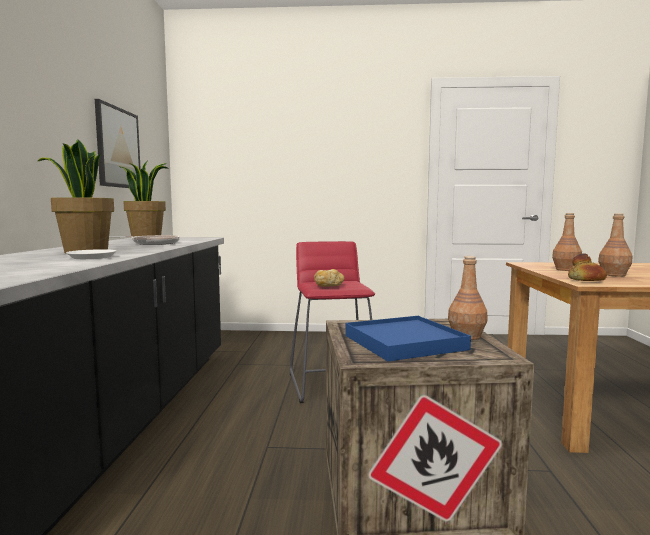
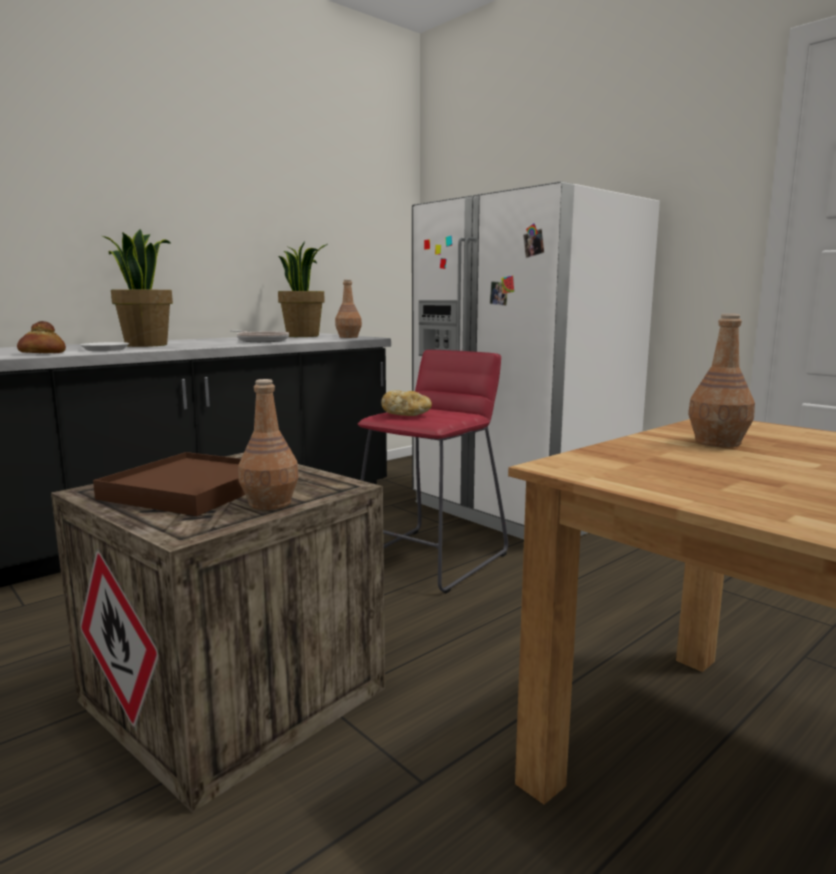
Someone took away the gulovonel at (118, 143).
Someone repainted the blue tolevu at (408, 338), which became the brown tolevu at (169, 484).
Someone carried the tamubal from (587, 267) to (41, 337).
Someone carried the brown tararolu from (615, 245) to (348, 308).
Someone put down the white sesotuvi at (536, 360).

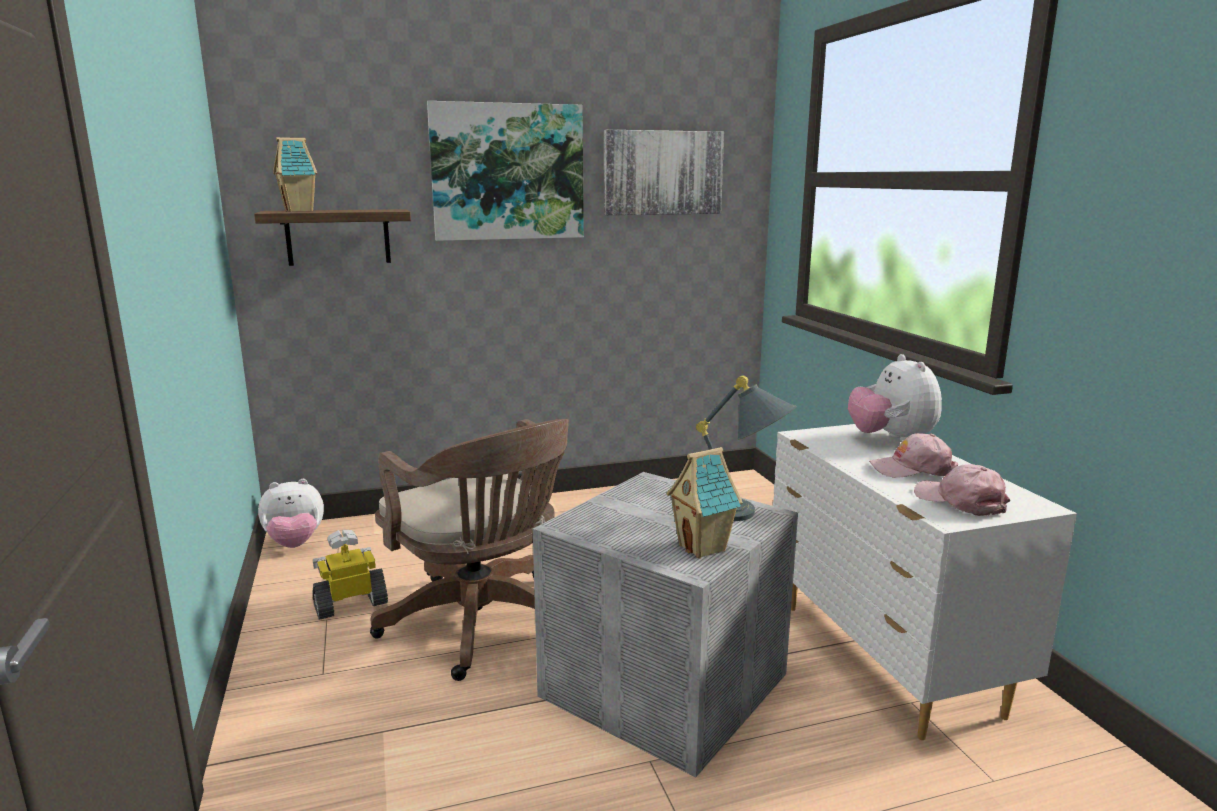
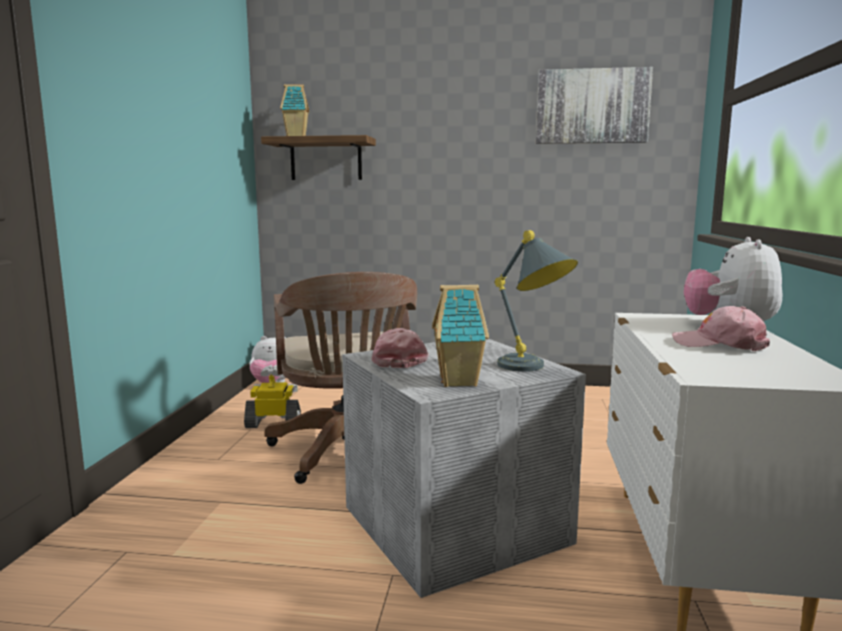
Someone took away the gulovonel at (505, 171).
Someone carried the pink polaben from (962, 490) to (400, 348).

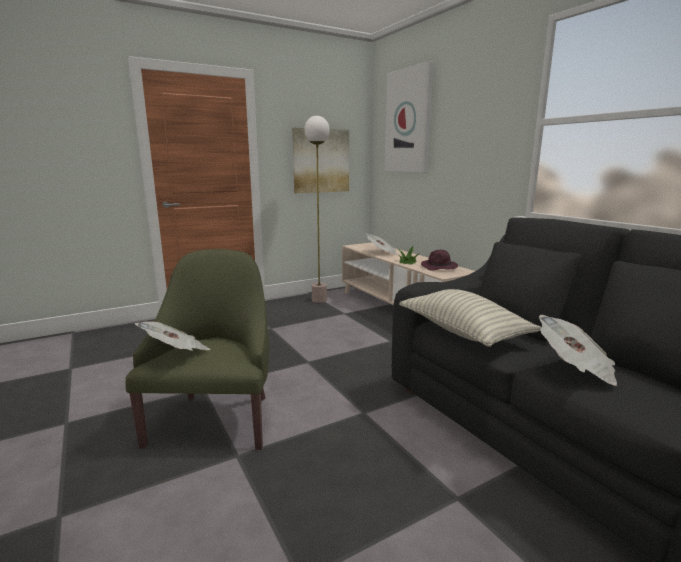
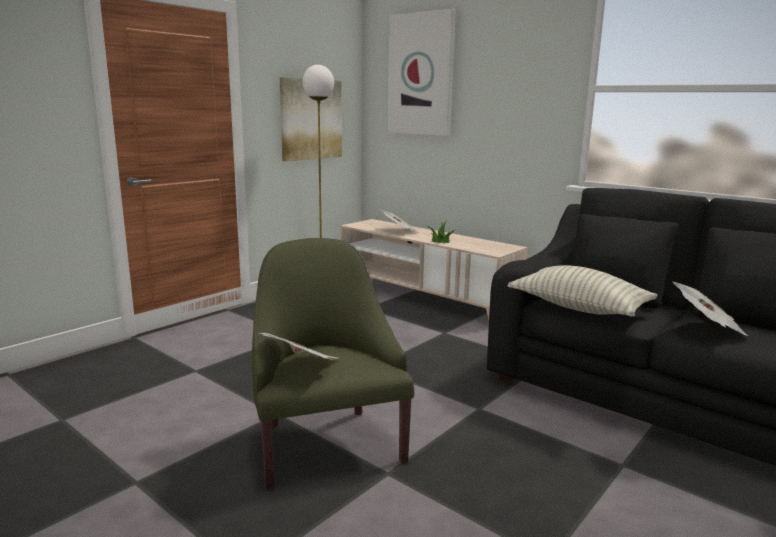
Someone took away the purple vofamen at (439, 260).

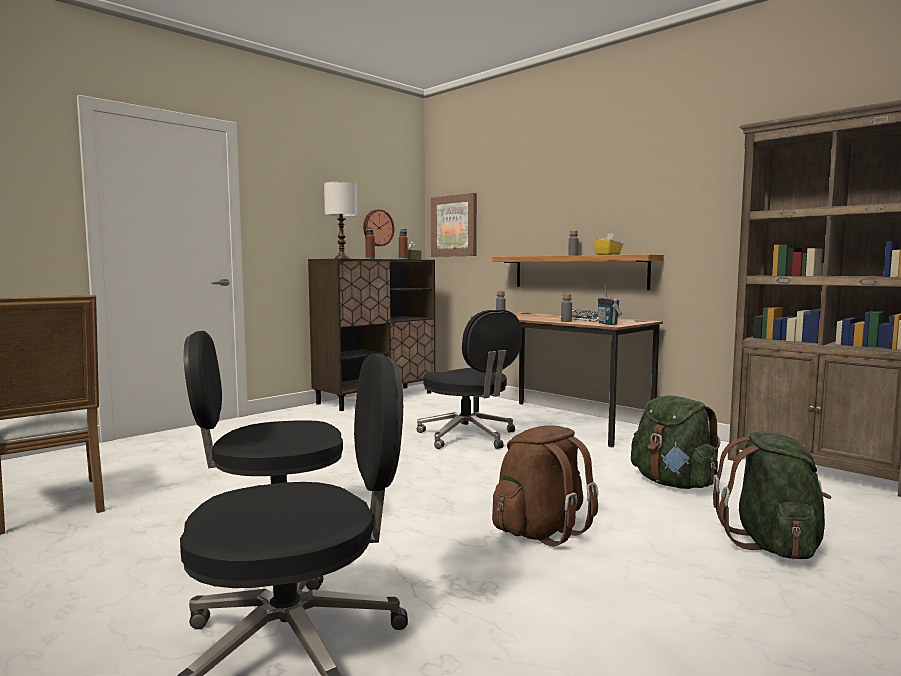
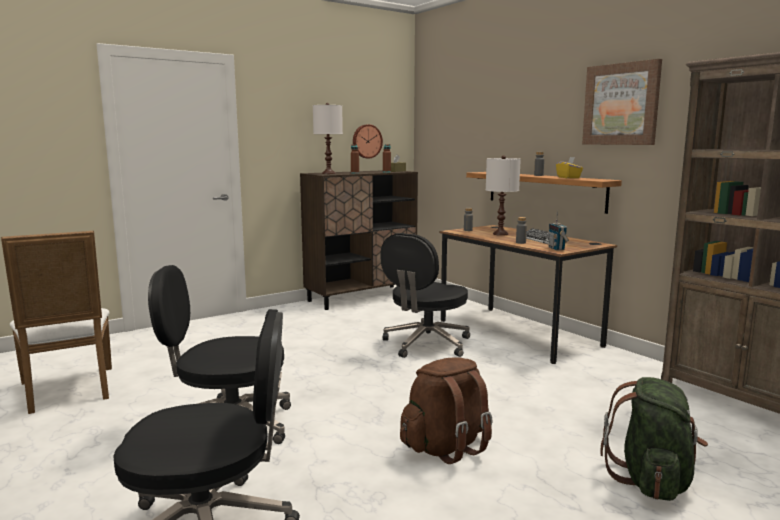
Someone rotated the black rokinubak at (469, 379) by 60 degrees clockwise.
Someone carried the gulovonel from (454, 225) to (622, 102).
Someone took away the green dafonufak at (675, 442).
Someone put down the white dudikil at (503, 196).

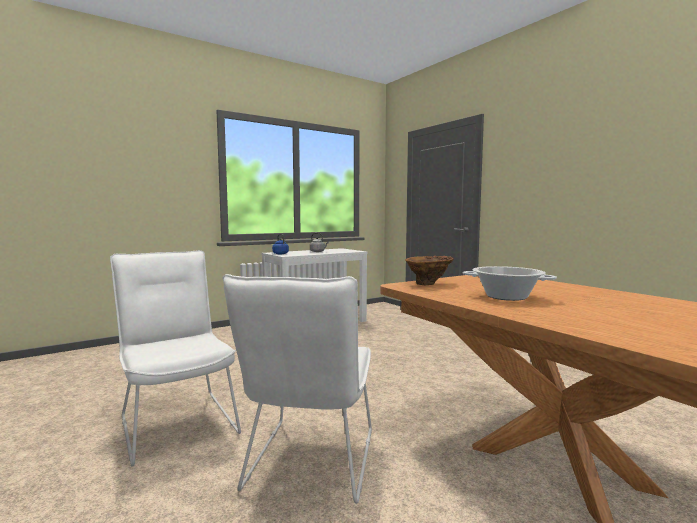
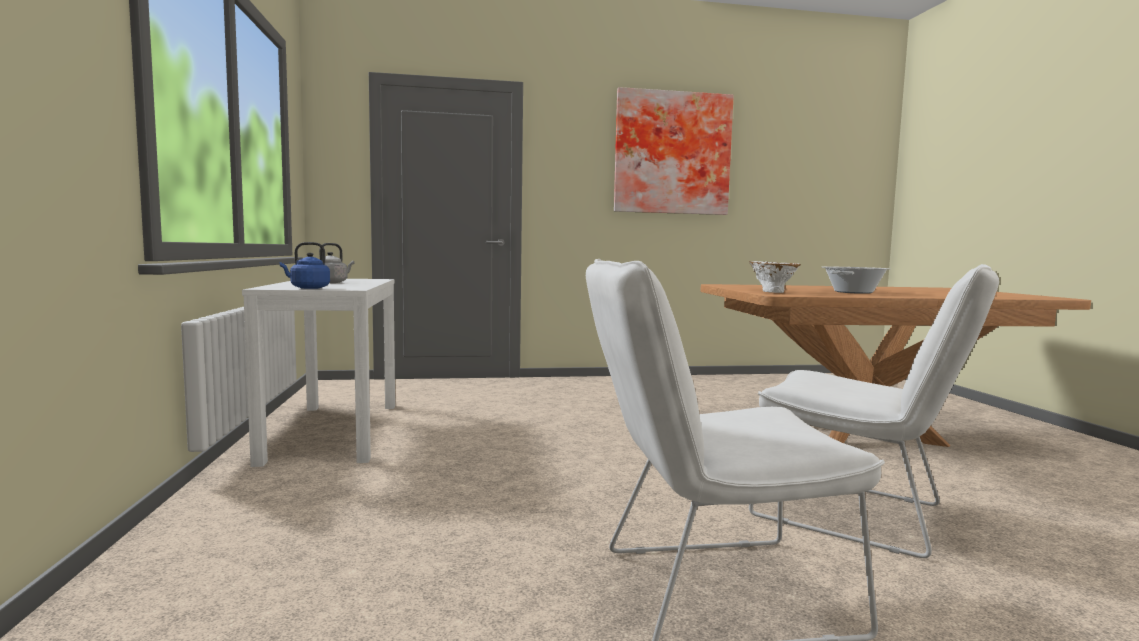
Someone repainted the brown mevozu at (429, 270), which became the white mevozu at (775, 277).
Someone put up the gulovonel at (674, 151).

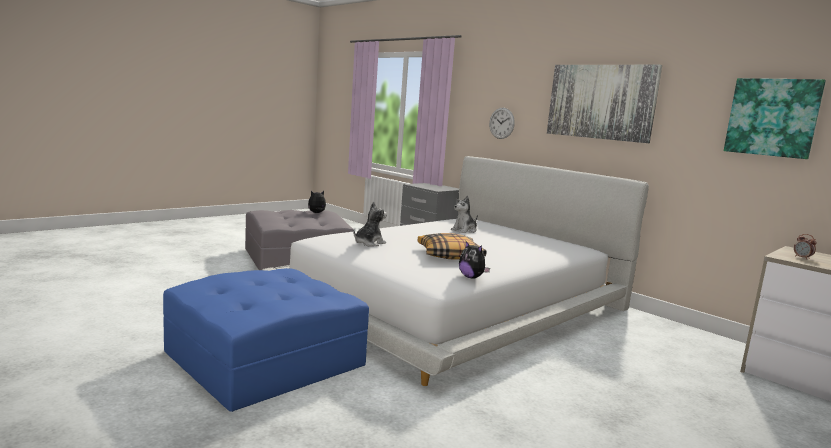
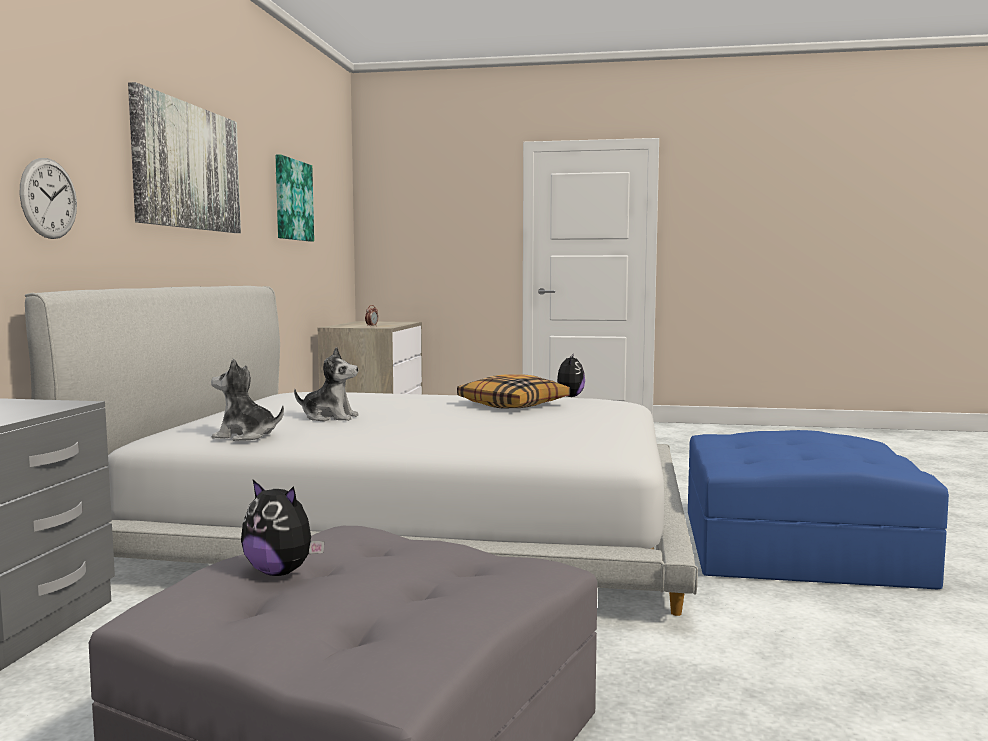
Someone carried the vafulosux from (370, 224) to (247, 399).

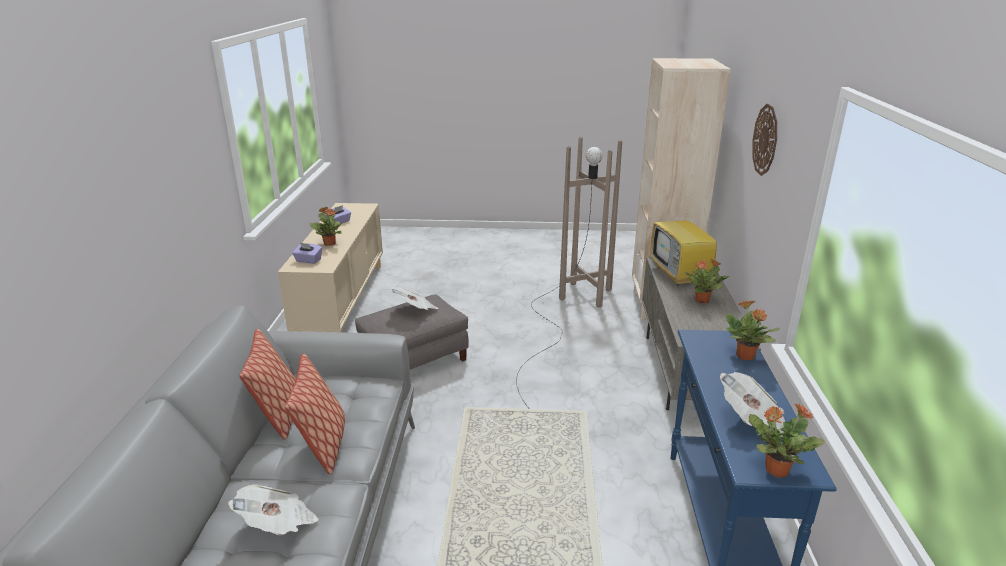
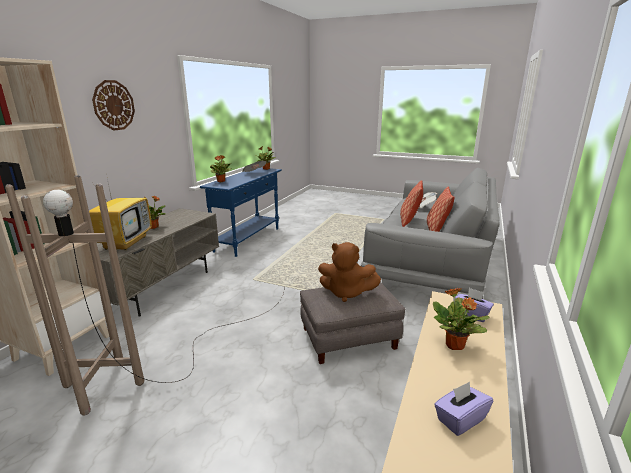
Someone swapped the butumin at (414, 298) for the brown vafulosux at (349, 272).

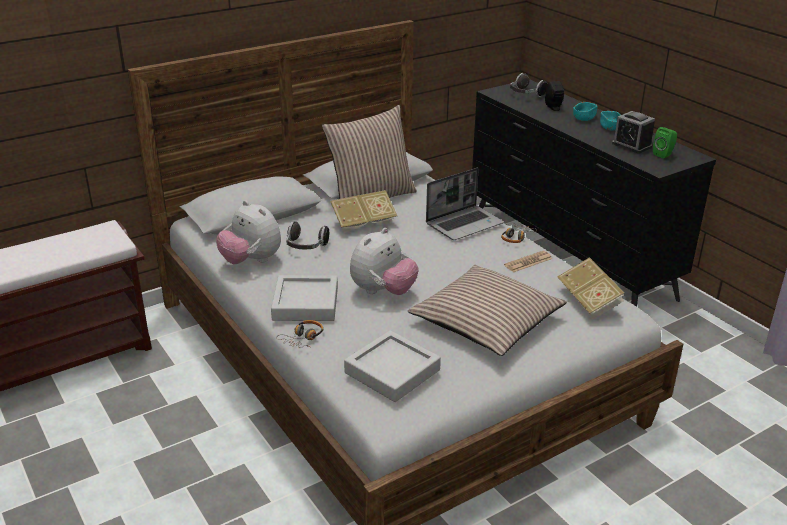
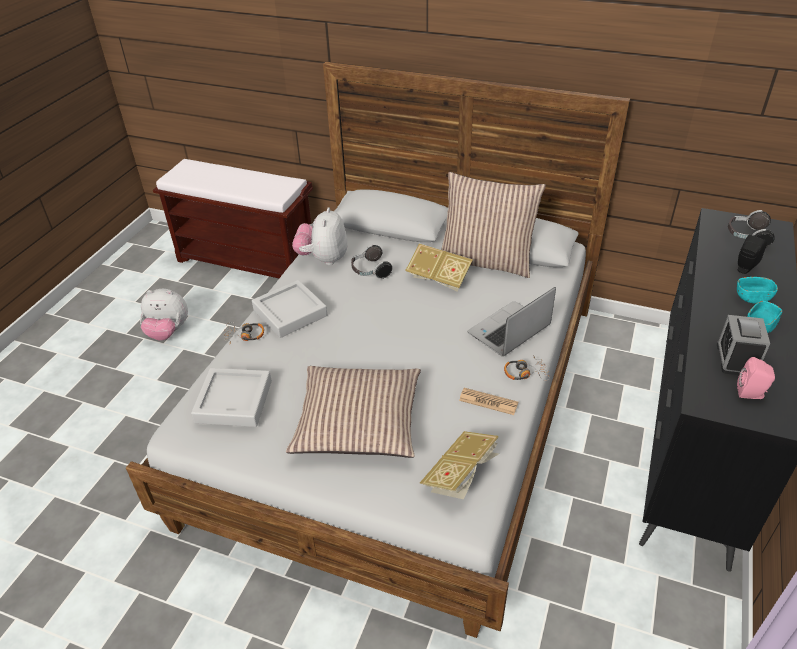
Someone carried the vafulosux from (384, 261) to (164, 315).
Someone rotated the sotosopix at (465, 204) by 120 degrees clockwise.
Someone repainted the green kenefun at (665, 143), which became the pink kenefun at (756, 378).

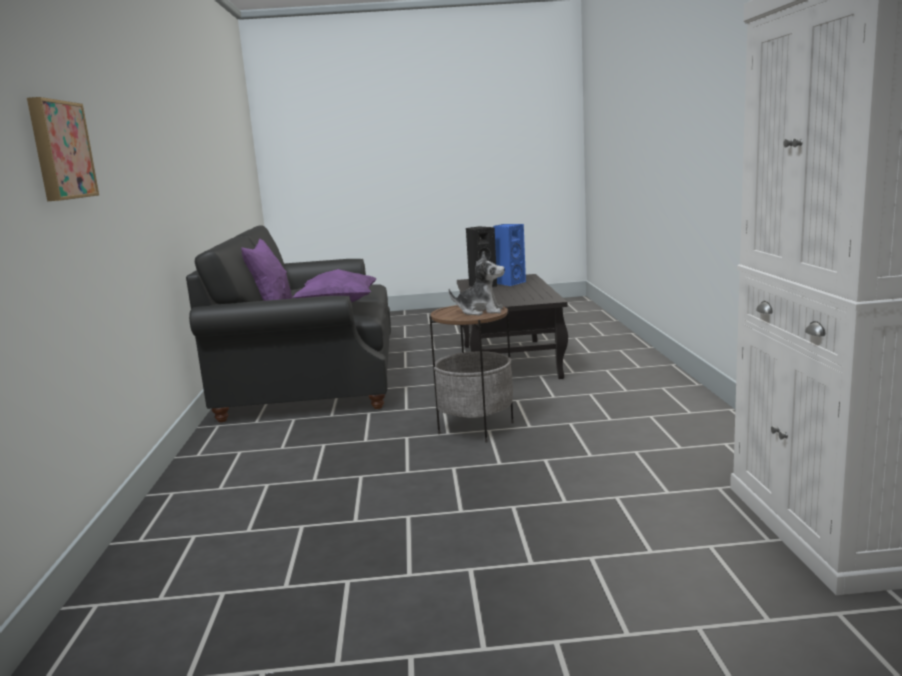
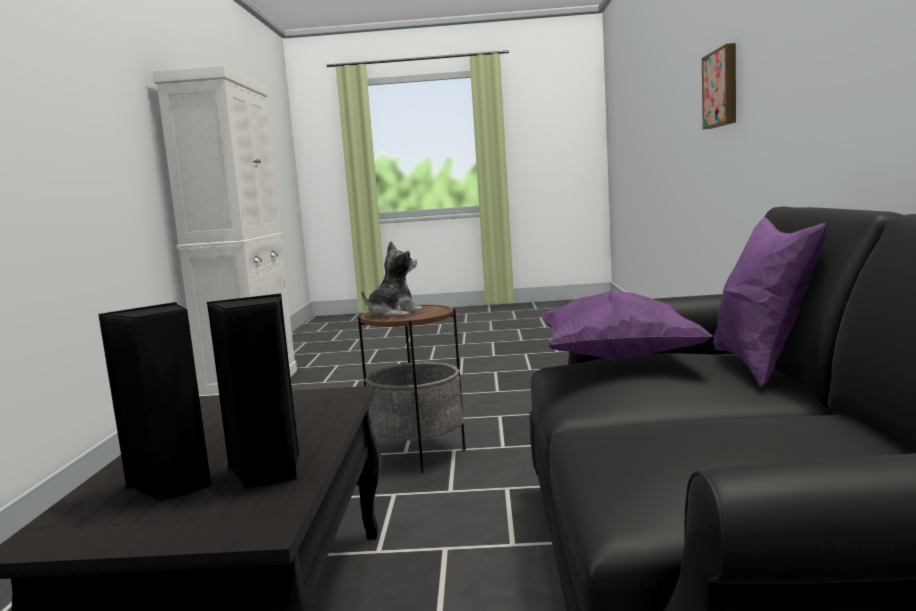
Someone rotated the vafulosux at (477, 283) by 120 degrees clockwise.
Someone repainted the blue kenefun at (509, 255), which became the black kenefun at (154, 402).

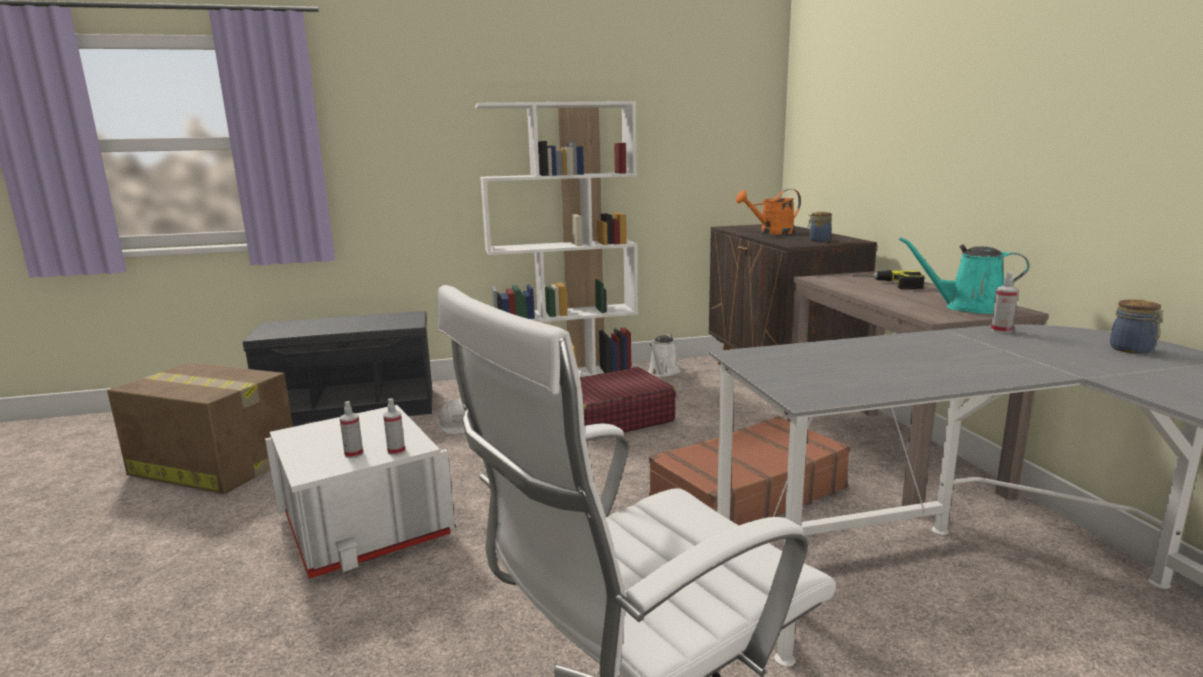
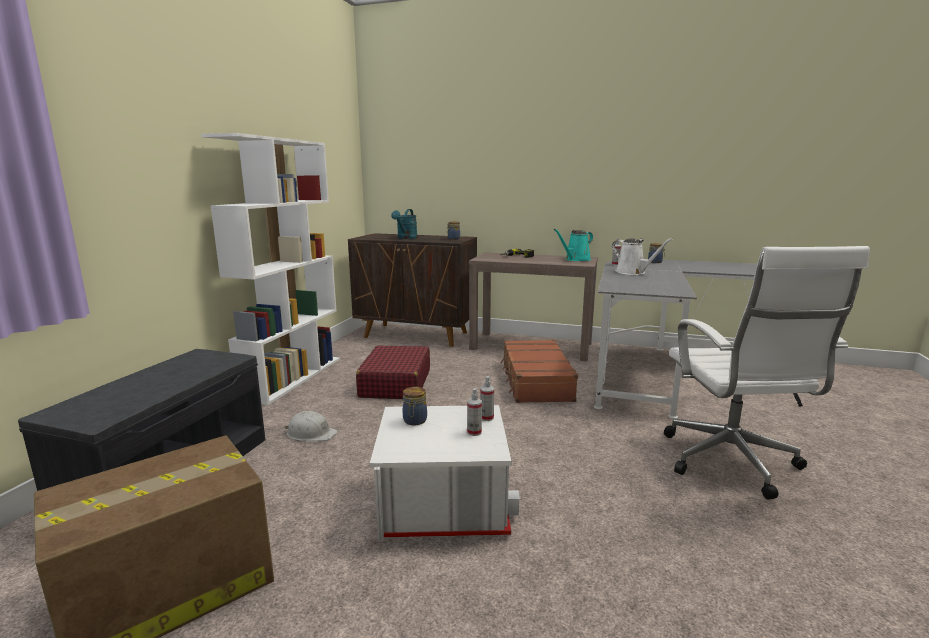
Someone carried the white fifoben from (664, 355) to (642, 256).
Someone repainted the orange fifoben at (768, 211), which became the turquoise fifoben at (404, 224).
Someone put down the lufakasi at (415, 406).

